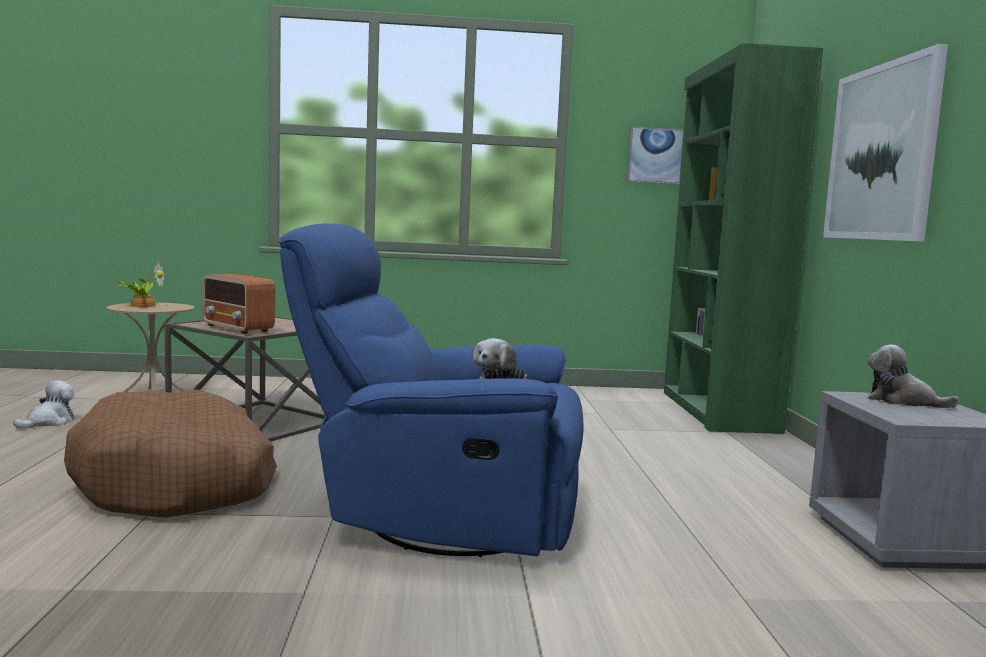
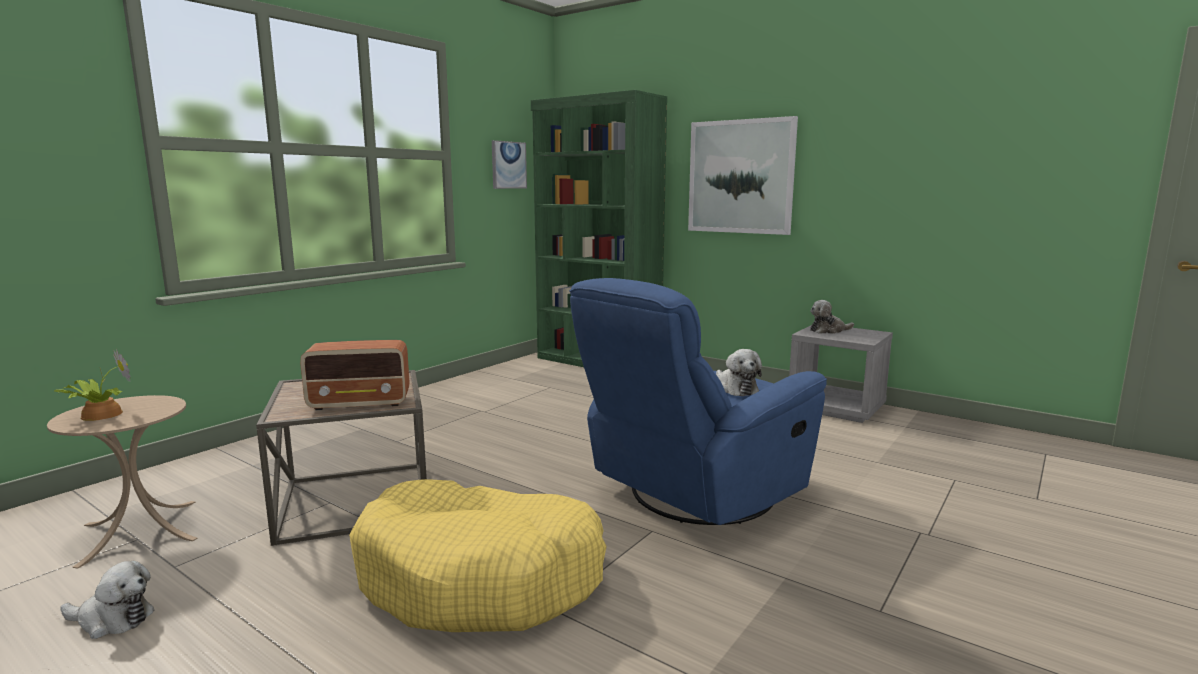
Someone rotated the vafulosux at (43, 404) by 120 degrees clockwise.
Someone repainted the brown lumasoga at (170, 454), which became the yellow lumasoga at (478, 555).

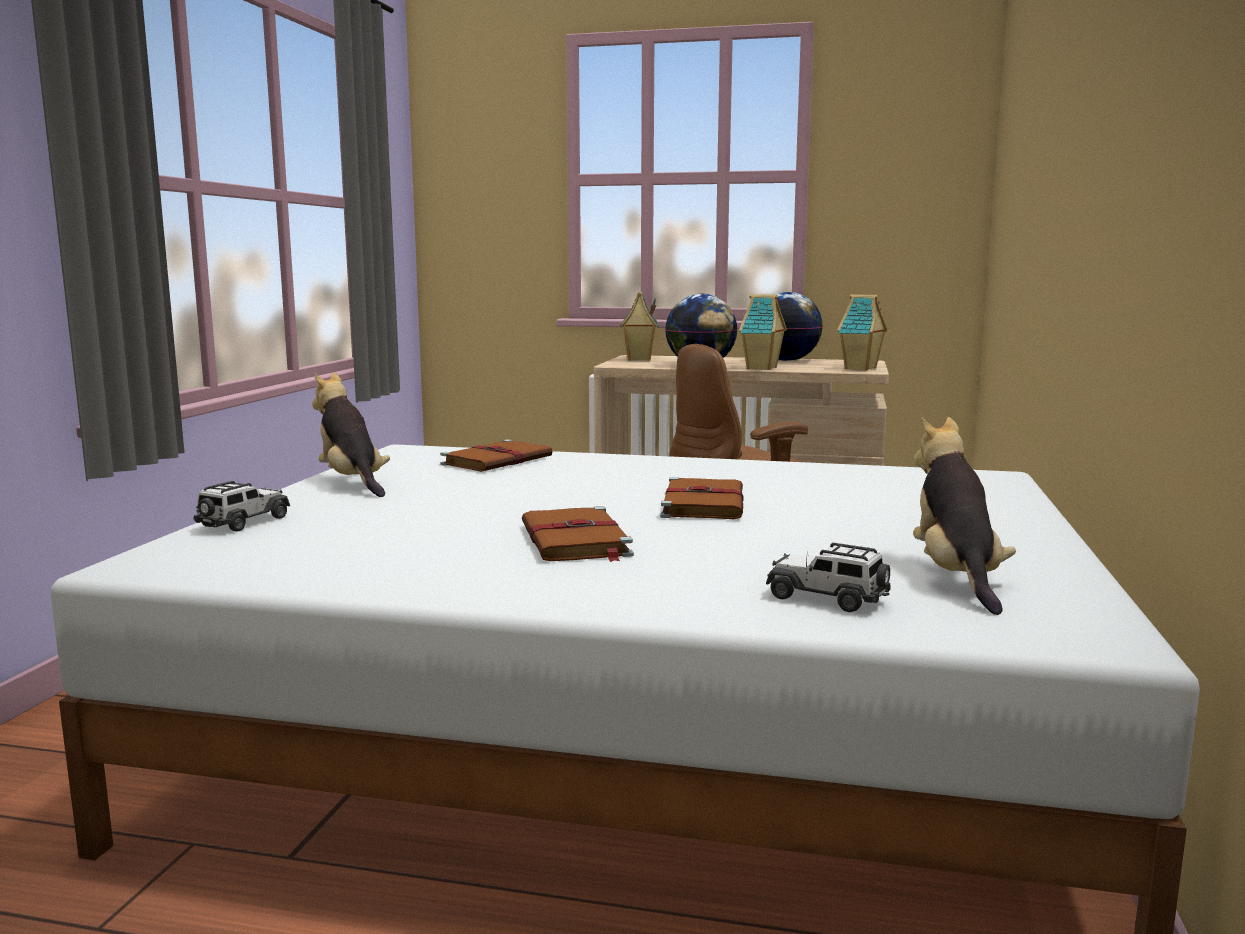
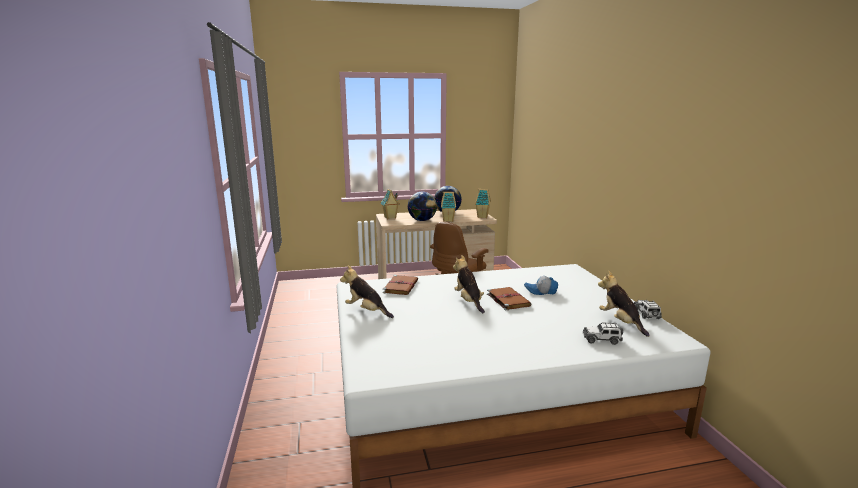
Someone carried the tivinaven from (241, 506) to (648, 309).
Someone took away the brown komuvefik at (578, 534).
Someone put down the vafulosux at (469, 284).
Someone put down the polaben at (541, 285).

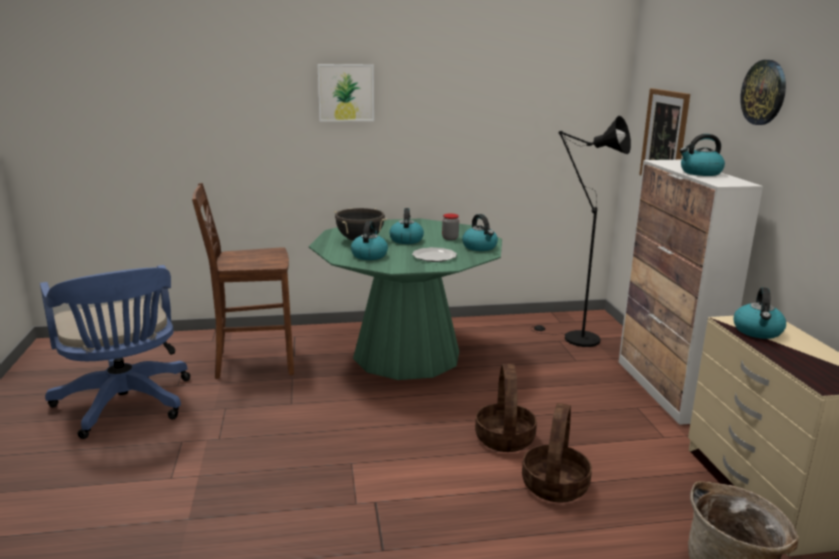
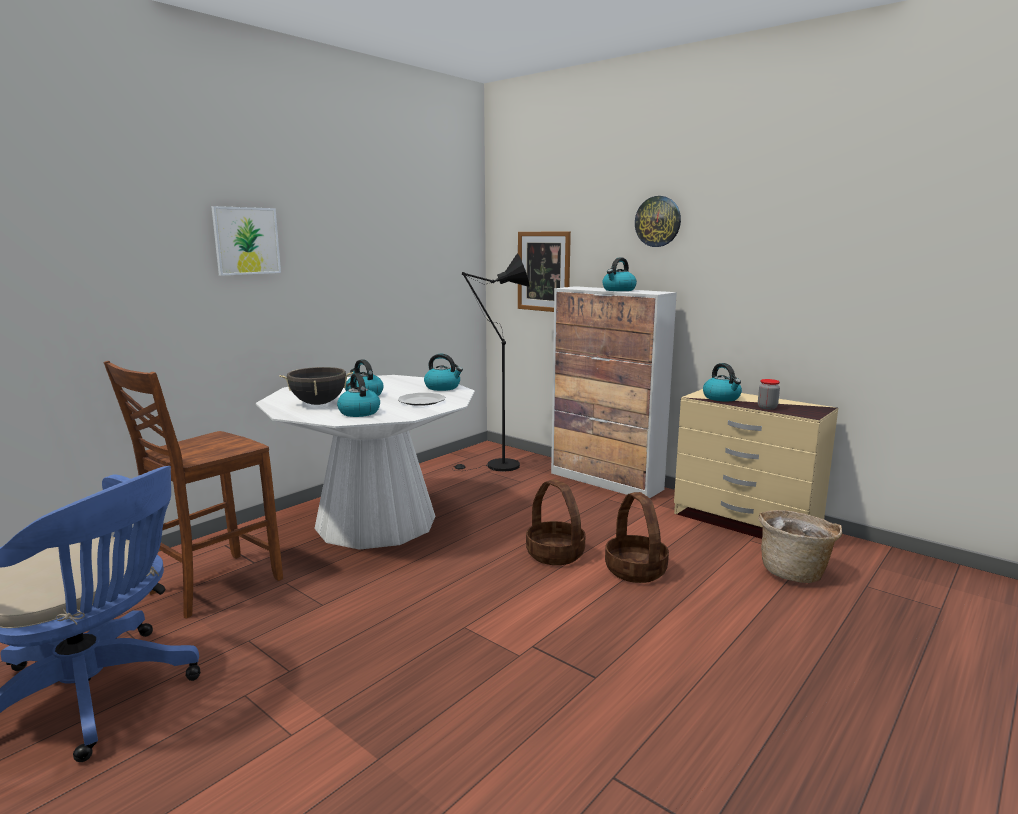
Someone repainted the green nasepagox at (405, 299), which became the white nasepagox at (365, 462).
Someone carried the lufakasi from (450, 227) to (769, 394).

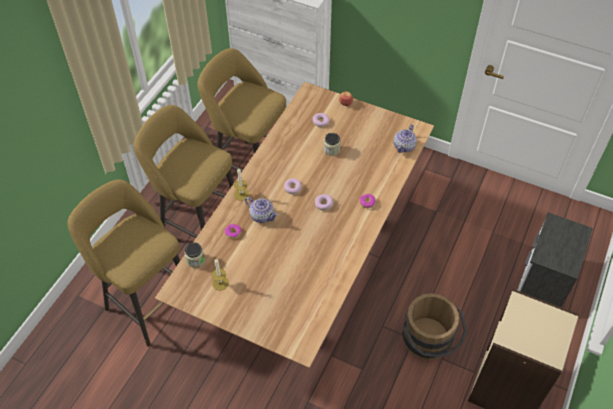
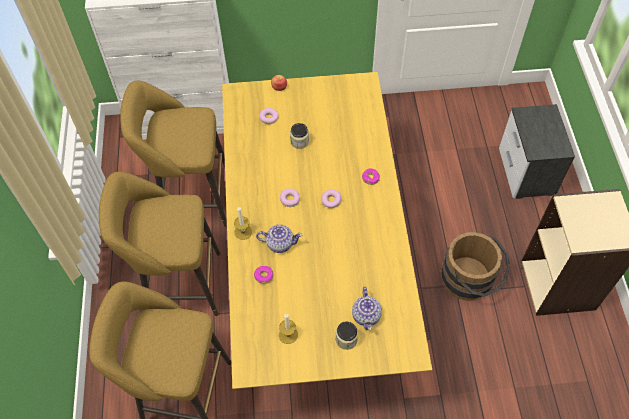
Someone repainted the brown nasepagox at (294, 225), which became the yellow nasepagox at (327, 230).
Someone carried the lufakasi from (194, 255) to (347, 335).
Someone carried the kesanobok from (405, 138) to (367, 308).

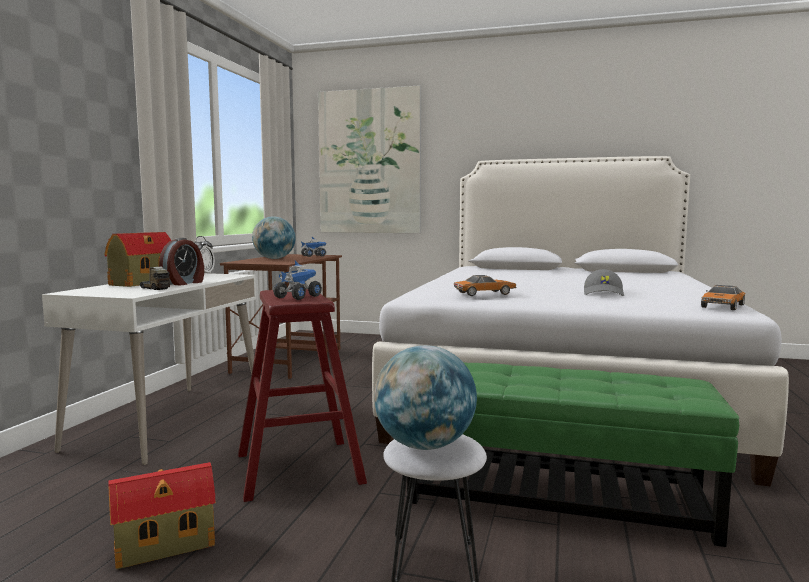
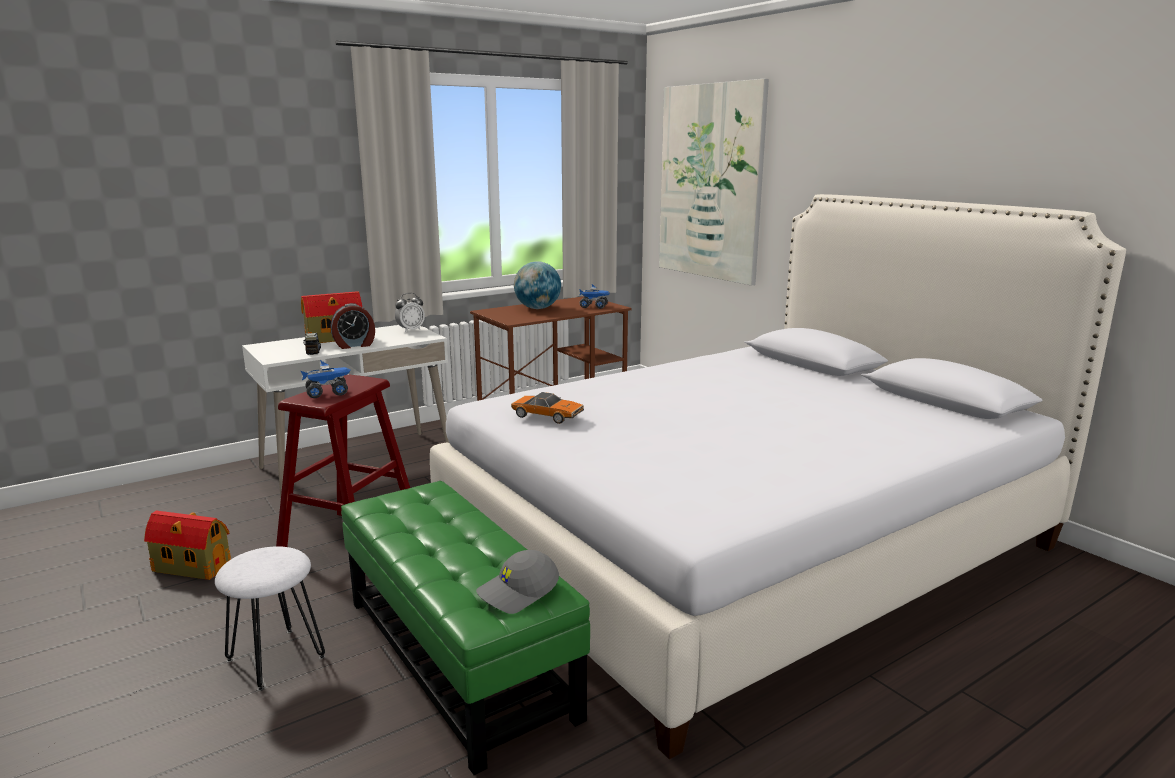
Someone took away the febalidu at (425, 397).
Someone carried the grey polaben from (604, 282) to (517, 582).
Someone took away the tivinaven at (723, 297).

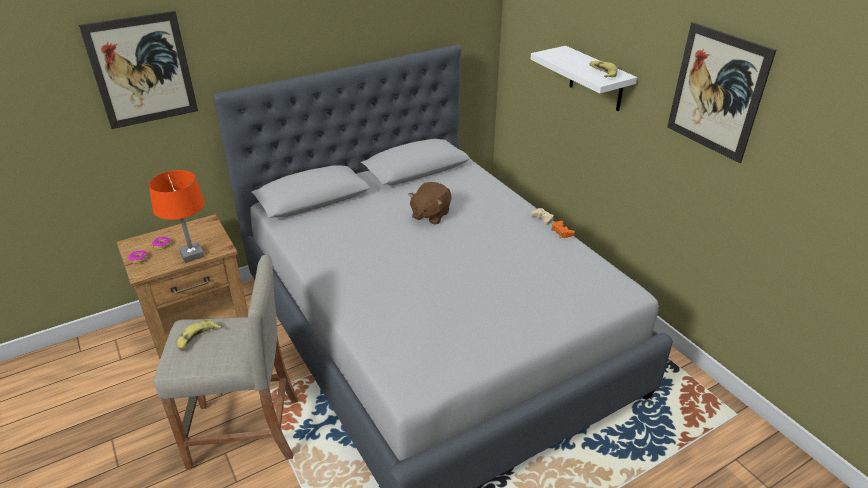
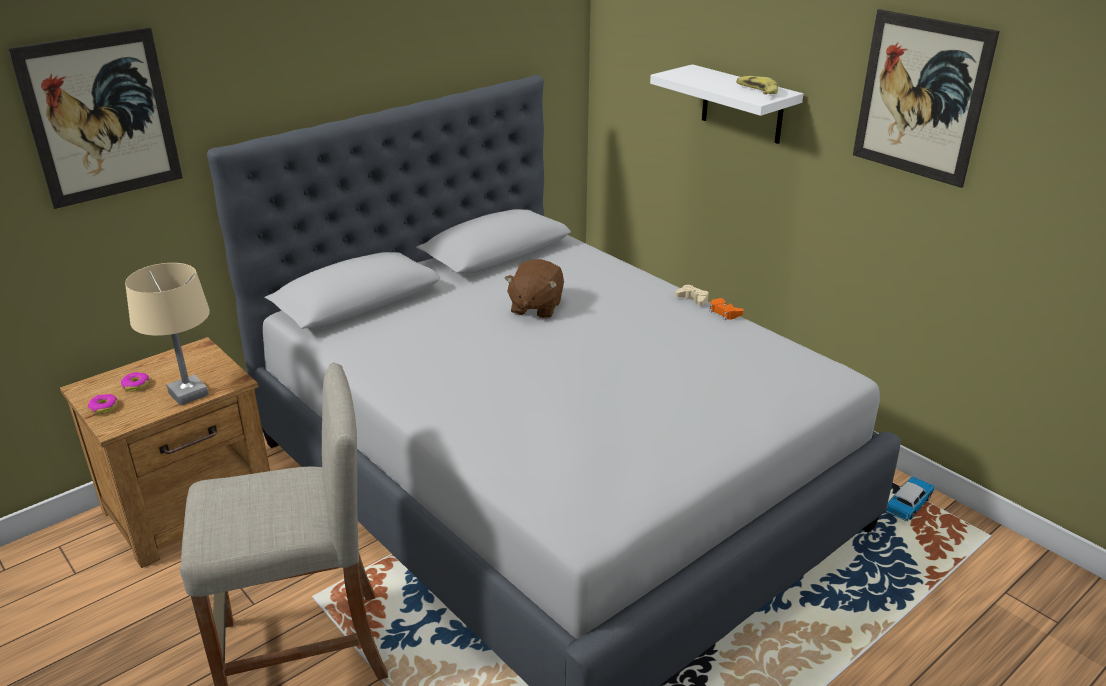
Someone repainted the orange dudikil at (177, 216), which became the beige dudikil at (167, 334).
Someone took away the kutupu at (199, 335).
Someone put down the tivinaven at (910, 498).

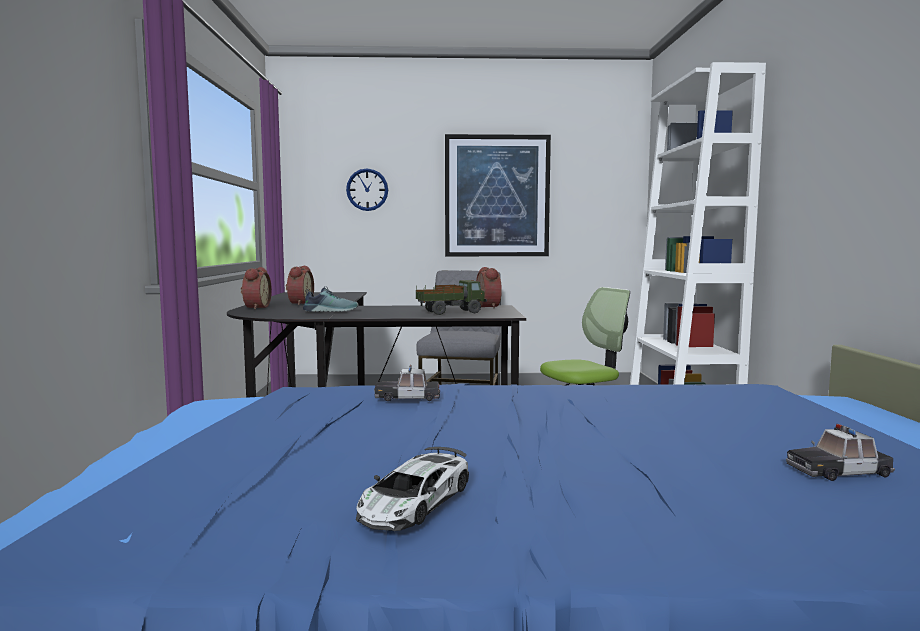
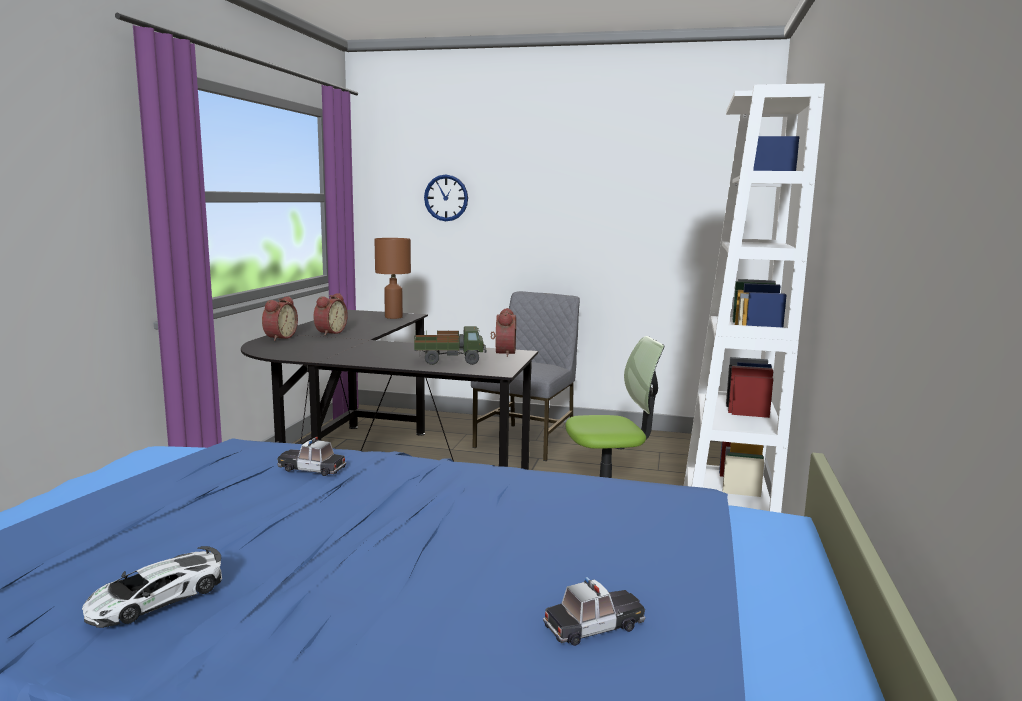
Someone took away the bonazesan at (330, 299).
Someone took away the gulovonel at (498, 195).
Someone rotated the tivinaven at (840, 452) by 150 degrees clockwise.
Someone put down the brown dudikil at (392, 278).

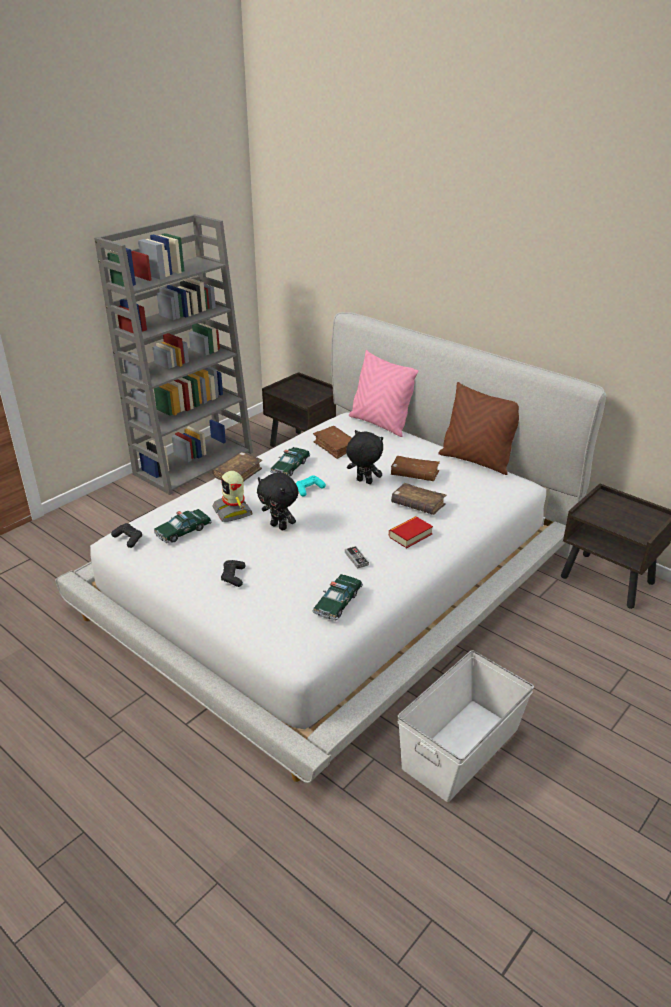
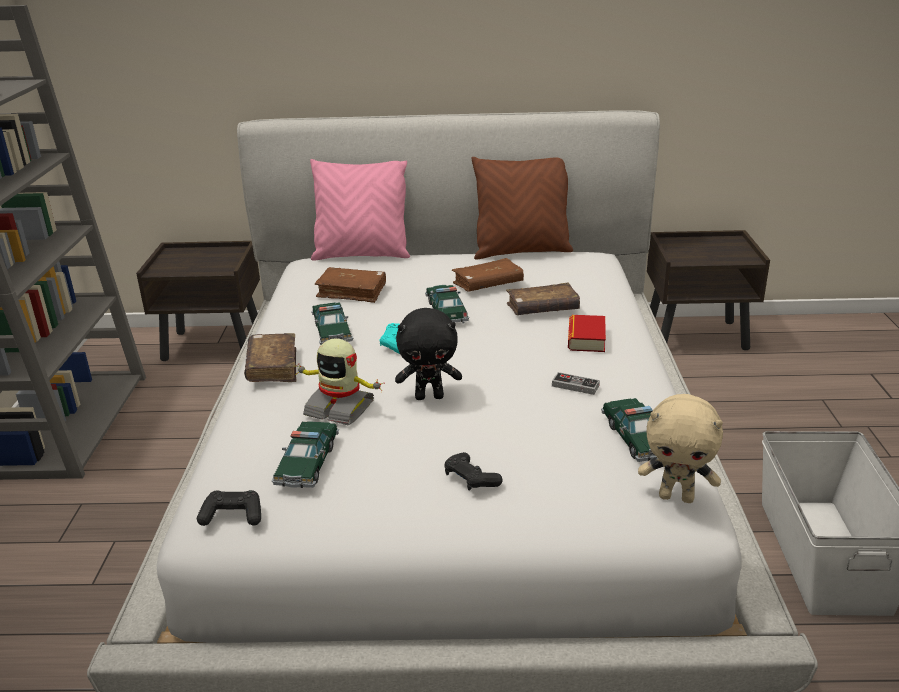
Someone swapped the black vafulosux at (364, 457) for the tivinaven at (447, 304).
Someone put down the beige vafulosux at (680, 448).

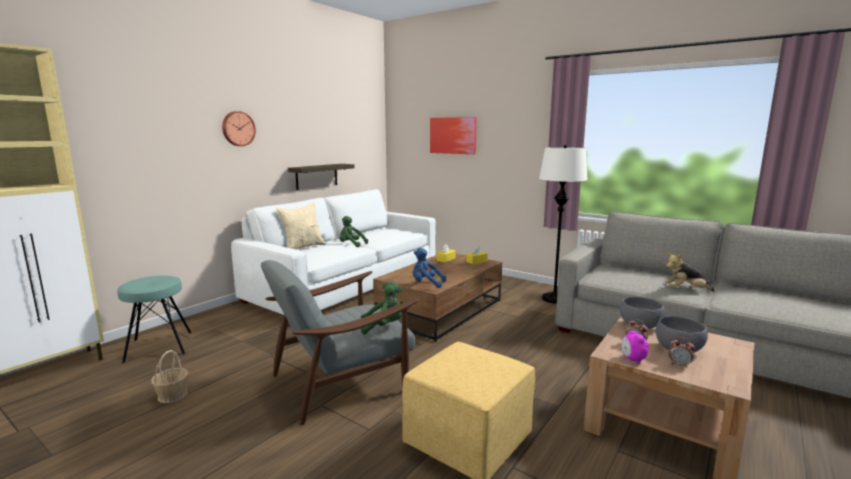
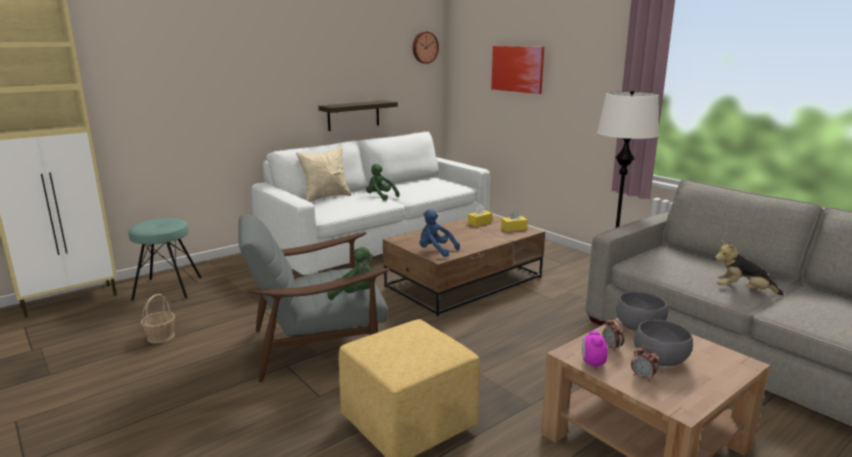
Someone carried the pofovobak from (239, 128) to (426, 47).

